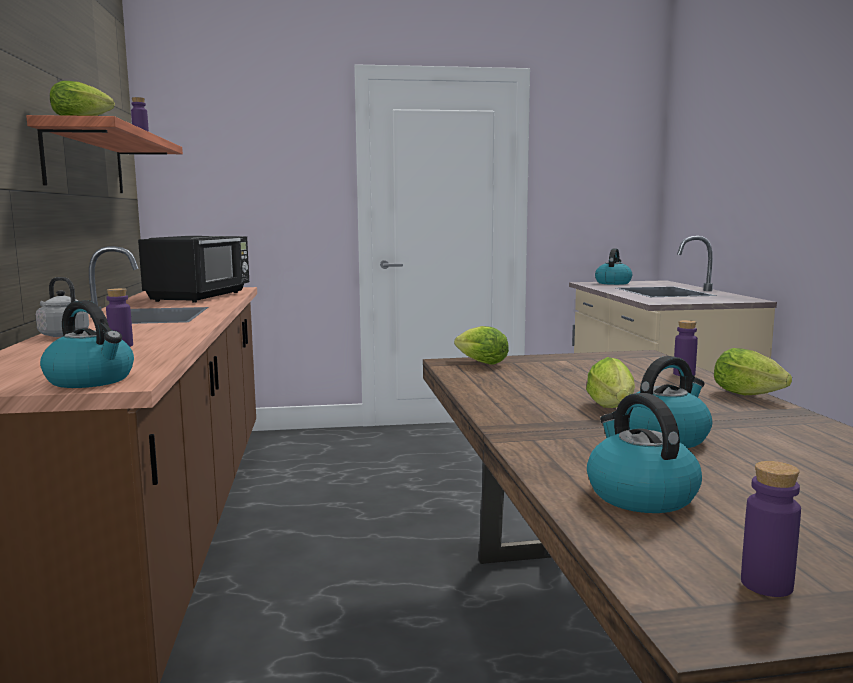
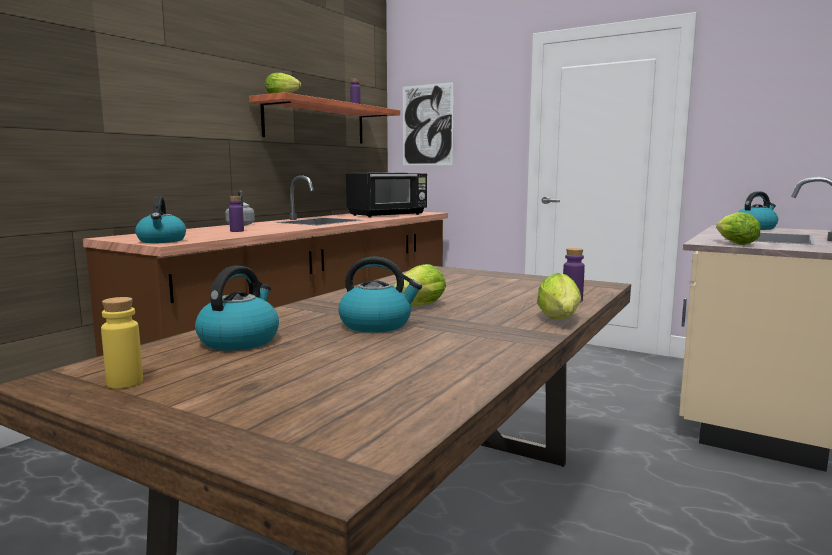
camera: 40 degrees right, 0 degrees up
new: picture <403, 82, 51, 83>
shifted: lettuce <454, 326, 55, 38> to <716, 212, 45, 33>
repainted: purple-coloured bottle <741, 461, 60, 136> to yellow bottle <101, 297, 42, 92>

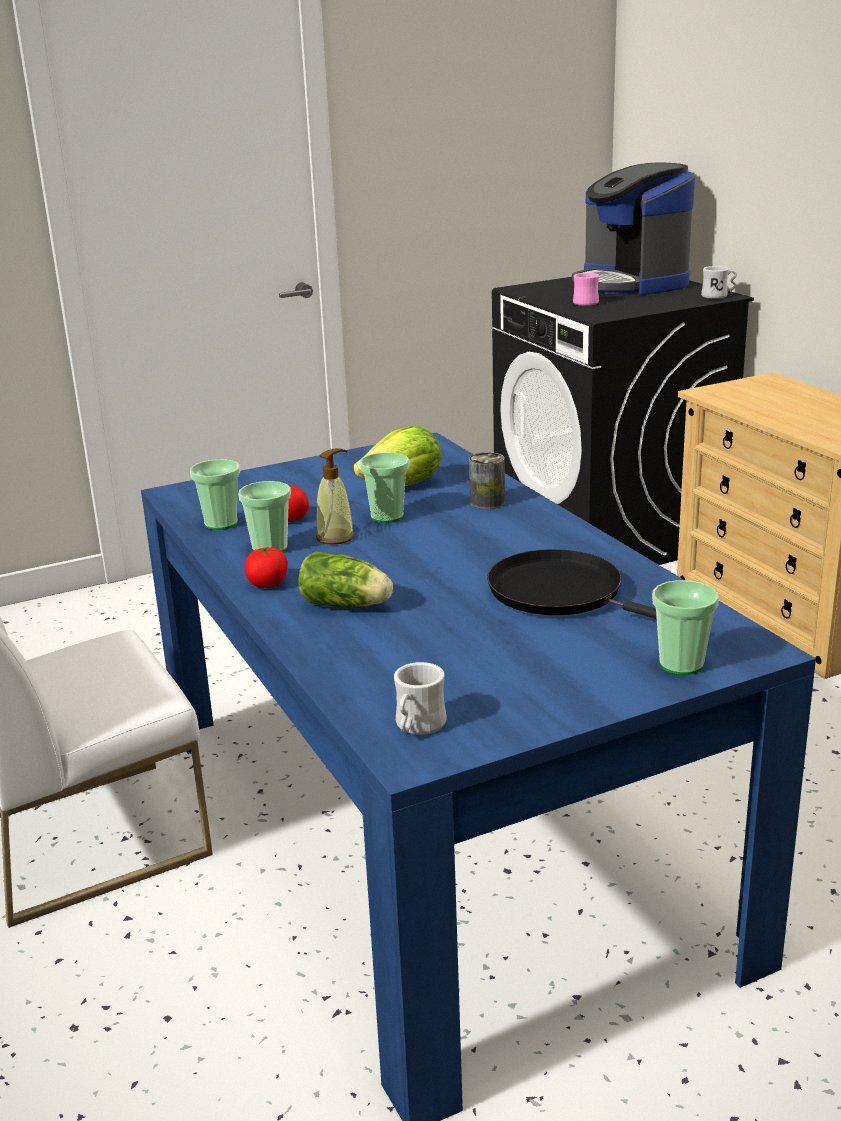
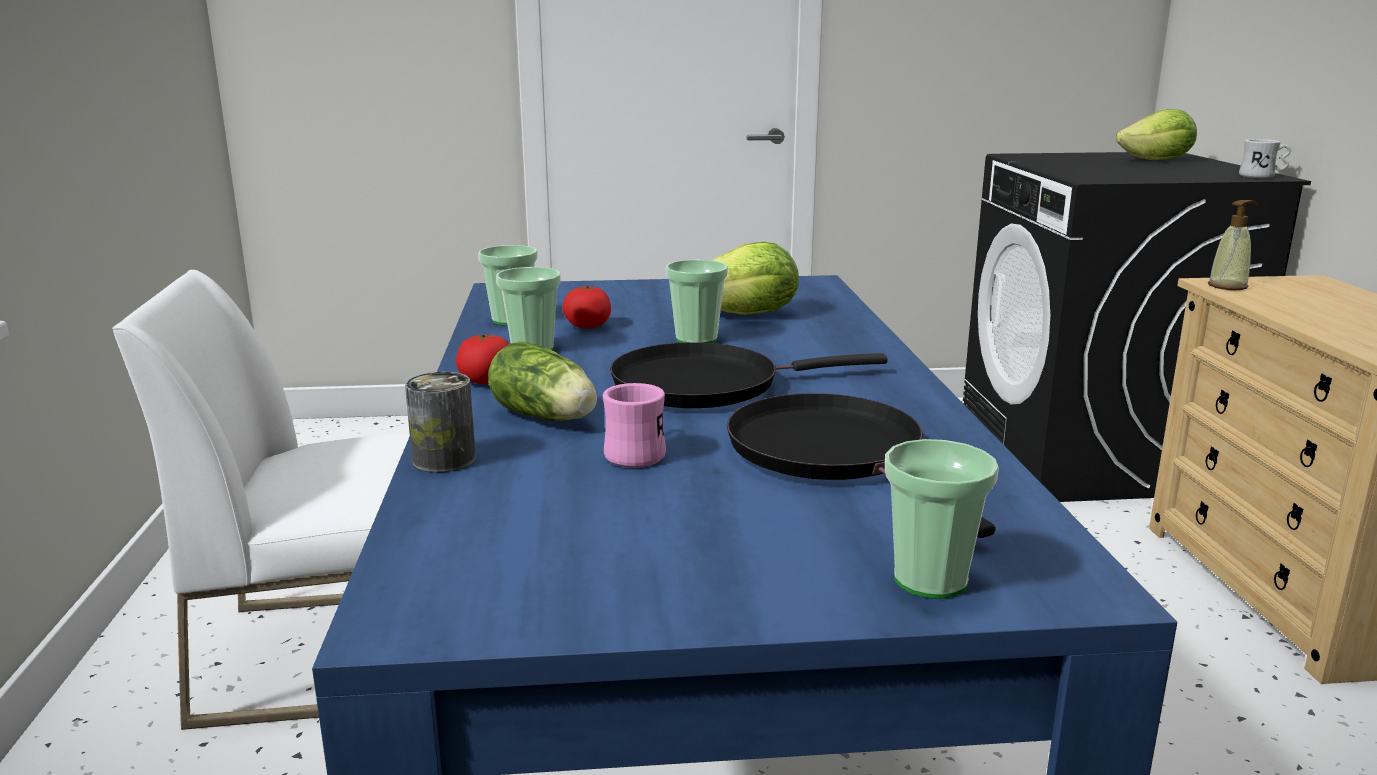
camera: 20 degrees right, 5 degrees down
gone: white mug <394, 662, 53, 73>
new: black-coloured skillet <610, 342, 278, 66>
shifted: pink mug <573, 273, 26, 33> to <603, 383, 63, 84>; soap dispenser <316, 448, 39, 97> to <1208, 200, 51, 90>; sealed can <469, 452, 36, 57> to <405, 372, 71, 100>
swapped: coffee maker <572, 163, 123, 132> to lettuce <1116, 109, 81, 51>

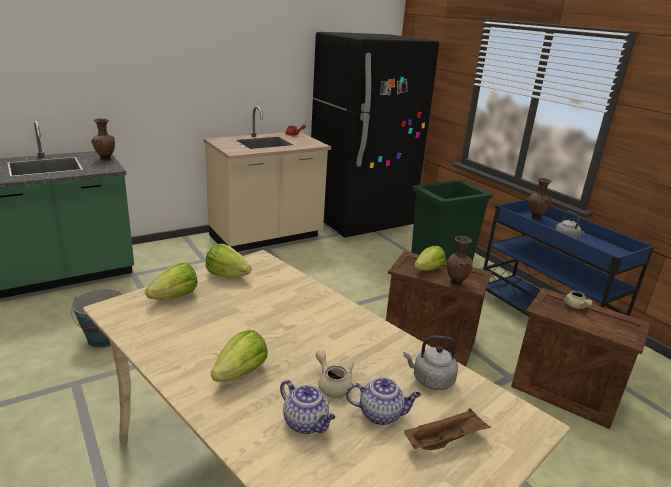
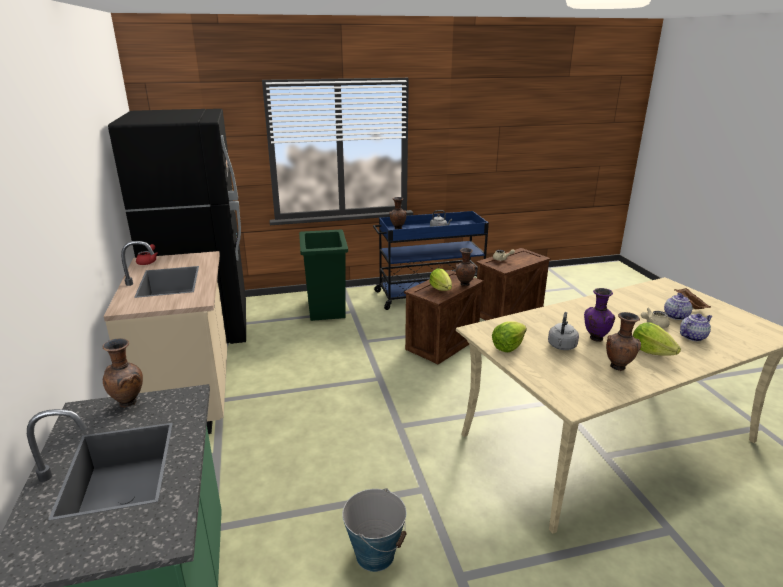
camera: 70 degrees left, 0 degrees up
gone: lettuce <145, 263, 53, 37>
new: purple-coloured vase <584, 288, 31, 54>; brown-coloured vase <606, 312, 35, 59>
shifted: greyish water kettle <403, 336, 55, 54> to <548, 312, 31, 38>

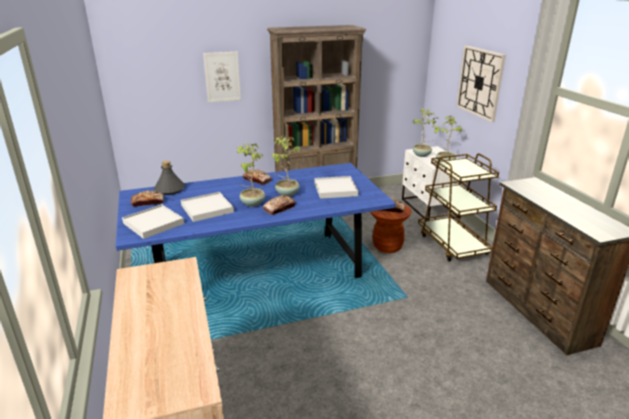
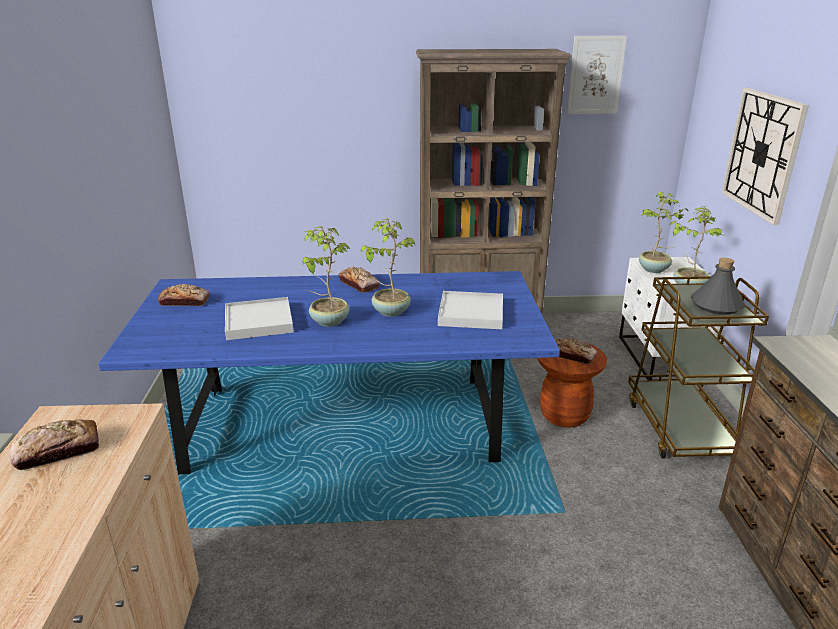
camera: 15 degrees right, 0 degrees up
gone: white serving tray <122, 204, 62, 35>
shifted: picture <203, 52, 38, 51> to <567, 36, 60, 78>; greyish bottle <154, 161, 31, 34> to <691, 258, 54, 57>; bakery bread <263, 195, 33, 20> to <10, 419, 89, 51>

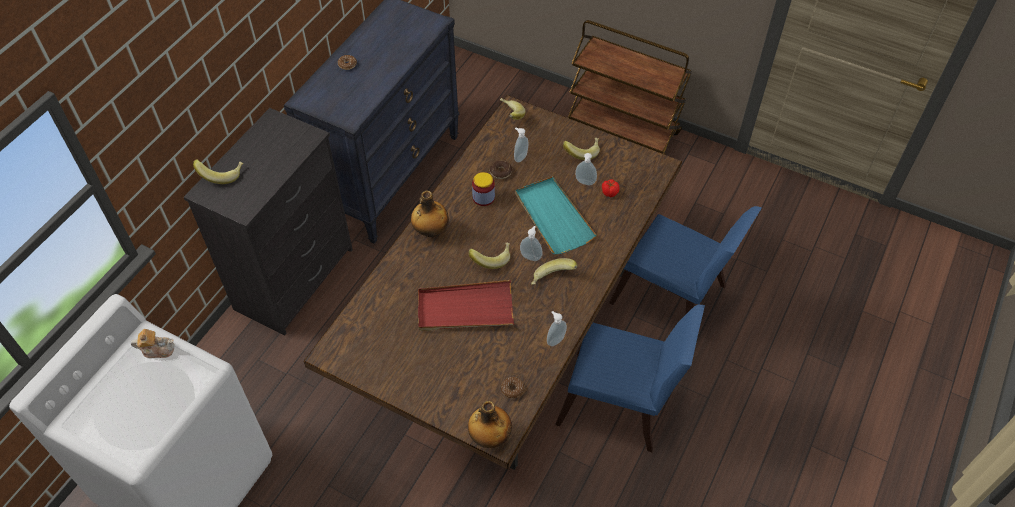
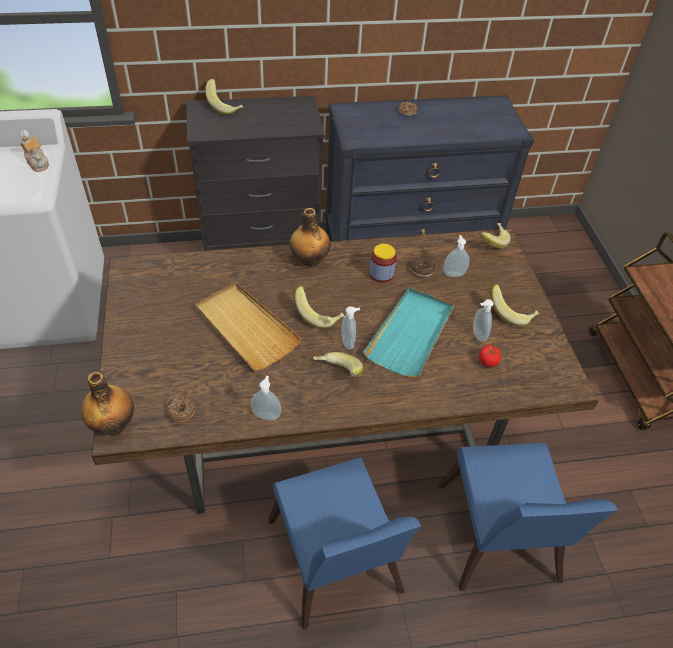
camera: 50 degrees right, 5 degrees down
repainted: red-coloured serving tray <418, 280, 96, 51> to sand-coloured serving tray <195, 282, 107, 88>

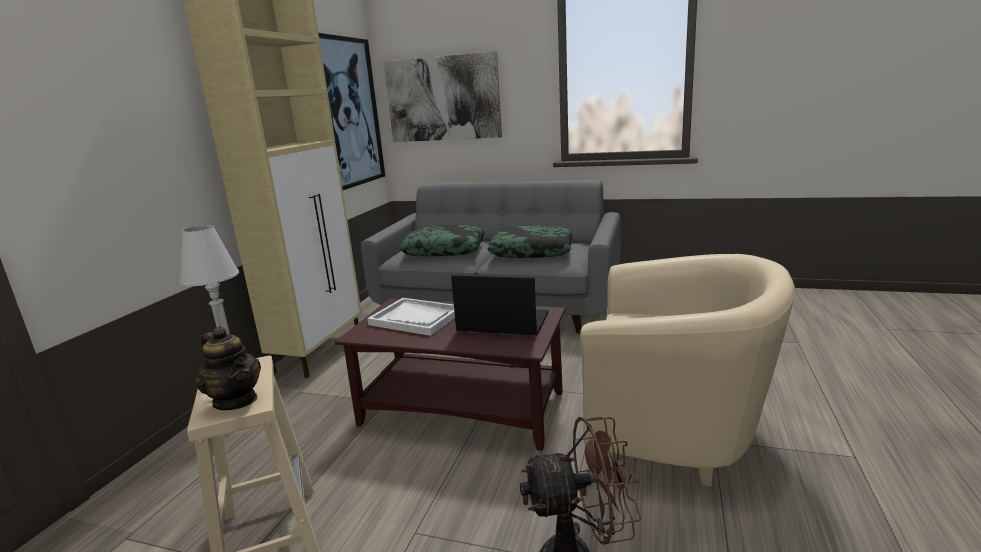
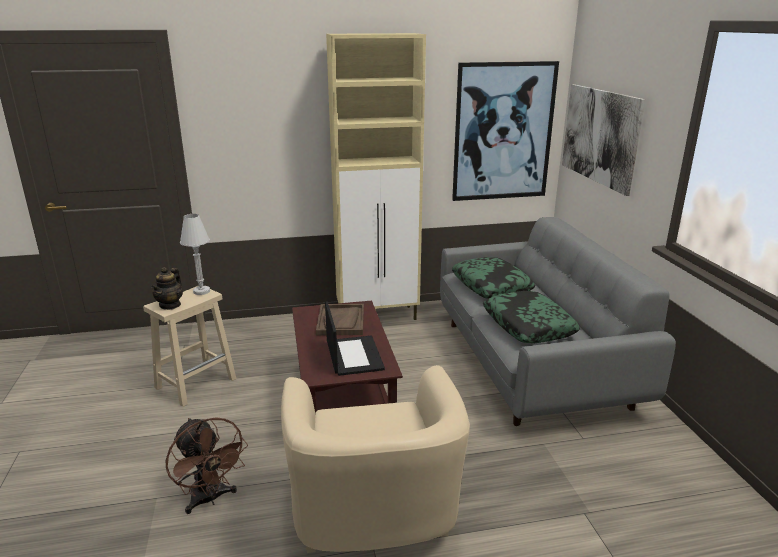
camera: 60 degrees right, 5 degrees up
repainted: white serving tray <367, 298, 88, 38> to brown-coloured serving tray <316, 304, 48, 32>

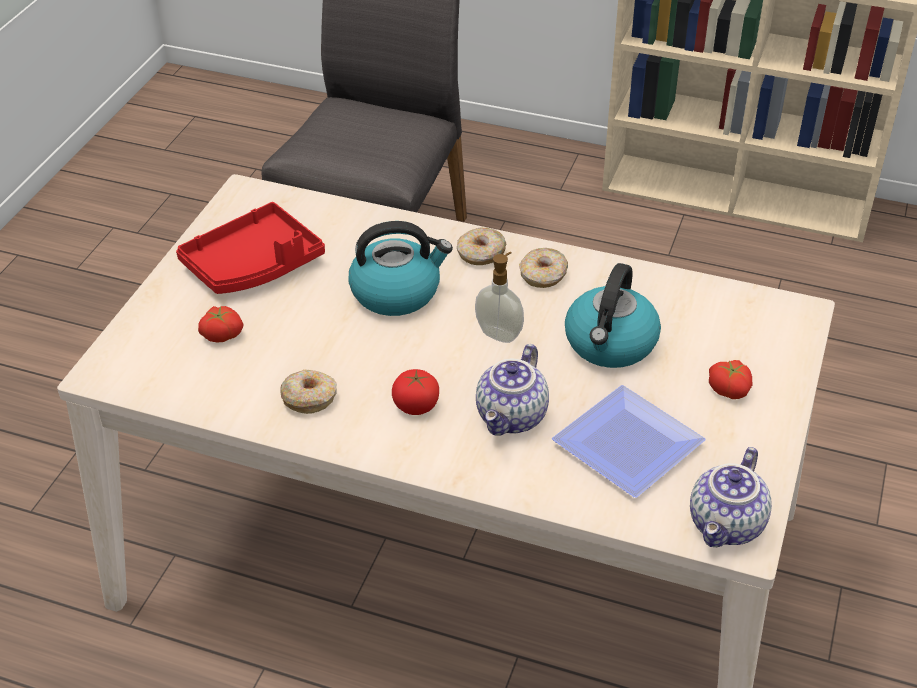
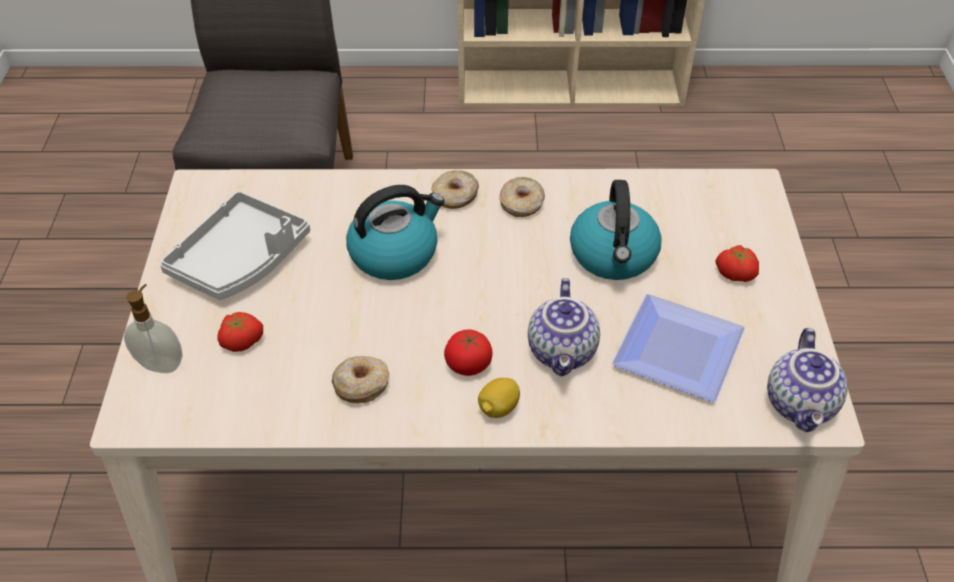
camera: 20 degrees left, 5 degrees up
new: citrus fruit <478, 378, 42, 40>
shifted: soap dispenser <475, 252, 49, 91> to <124, 284, 59, 89>
repainted: red-coloured serving tray <176, 202, 149, 92> to greyish serving tray <160, 191, 150, 109>

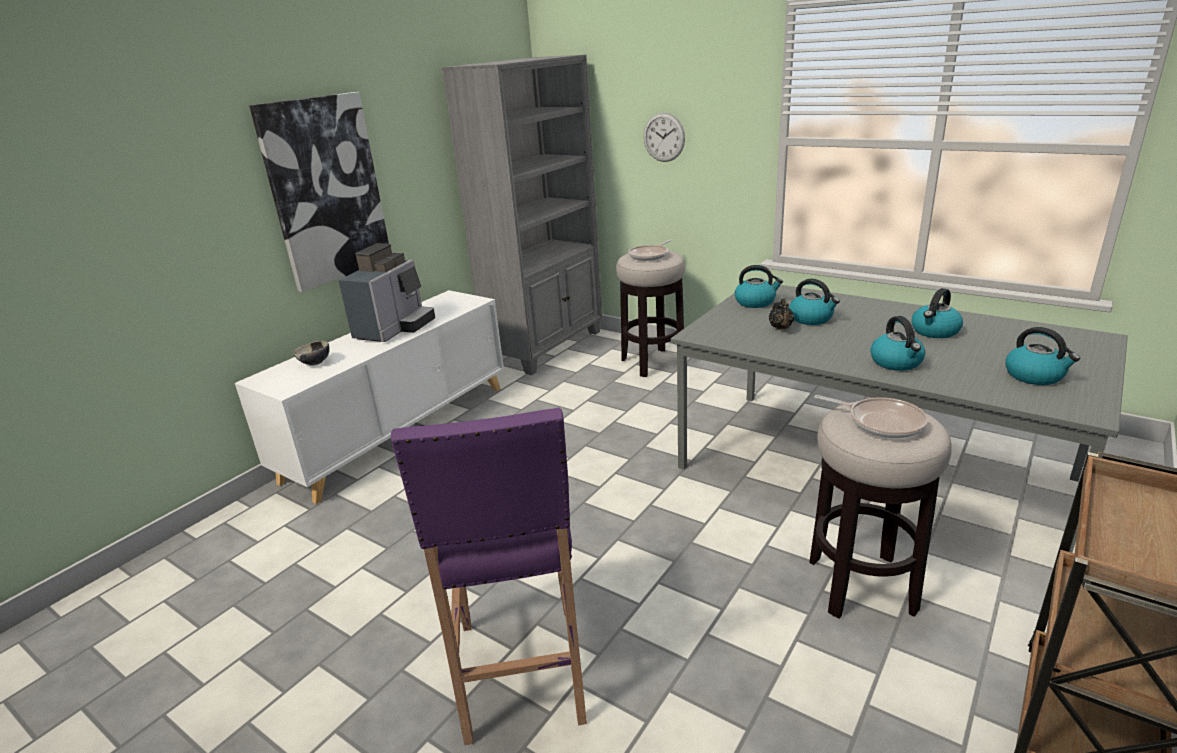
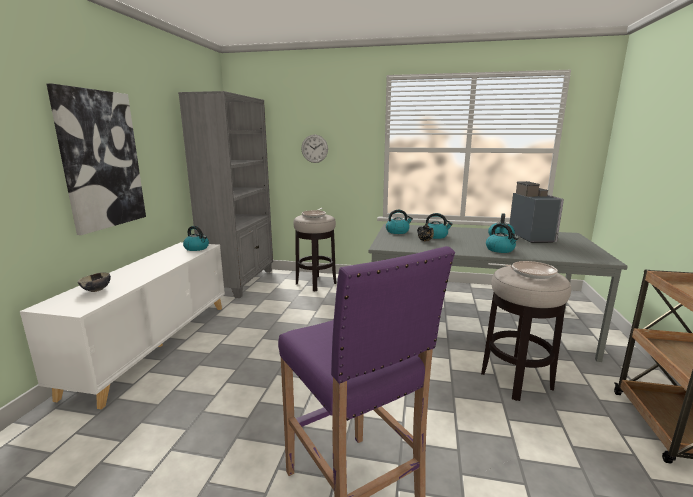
camera: 25 degrees left, 10 degrees down
shifted: coffee maker <338, 243, 97, 99> to <509, 181, 55, 62>; water kettle <1005, 327, 75, 58> to <183, 226, 26, 25>

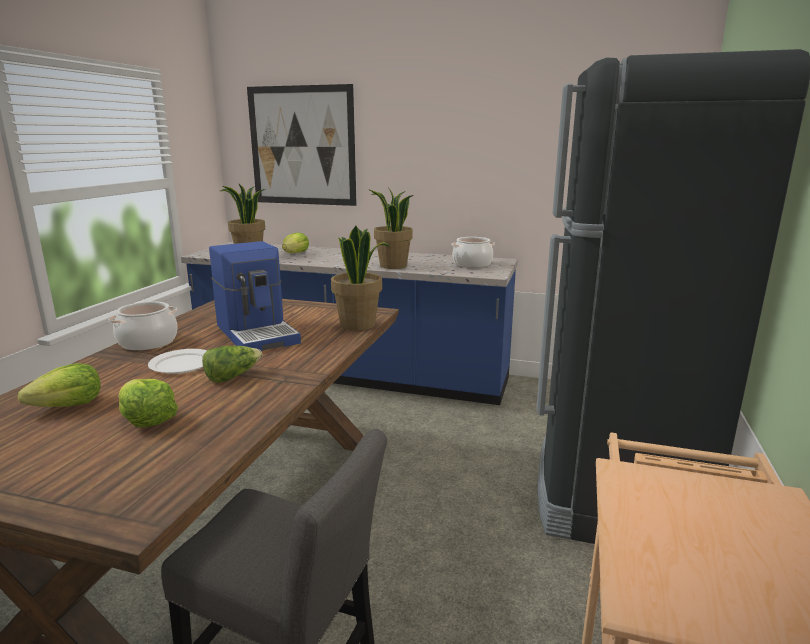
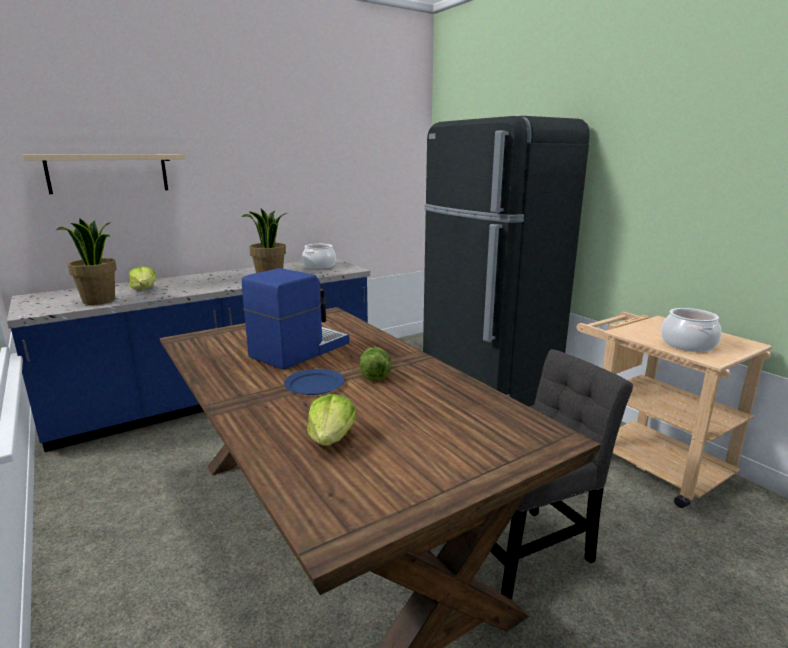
camera: 50 degrees left, 0 degrees up
gone: plant in a pot <331, 226, 59, 105>; lettuce <118, 379, 60, 48>
shifted: cooking pot <108, 301, 69, 49> to <661, 308, 60, 44>
swapped: picture <247, 84, 110, 122> to sand-coloured bracket shelf <22, 154, 163, 40>
repainted: white dinner plate <148, 349, 59, 25> to bluish dinner plate <284, 369, 61, 26>
rotated: coffee maker <209, 241, 92, 110> = <242, 268, 107, 102> 60 degrees counterclockwise

